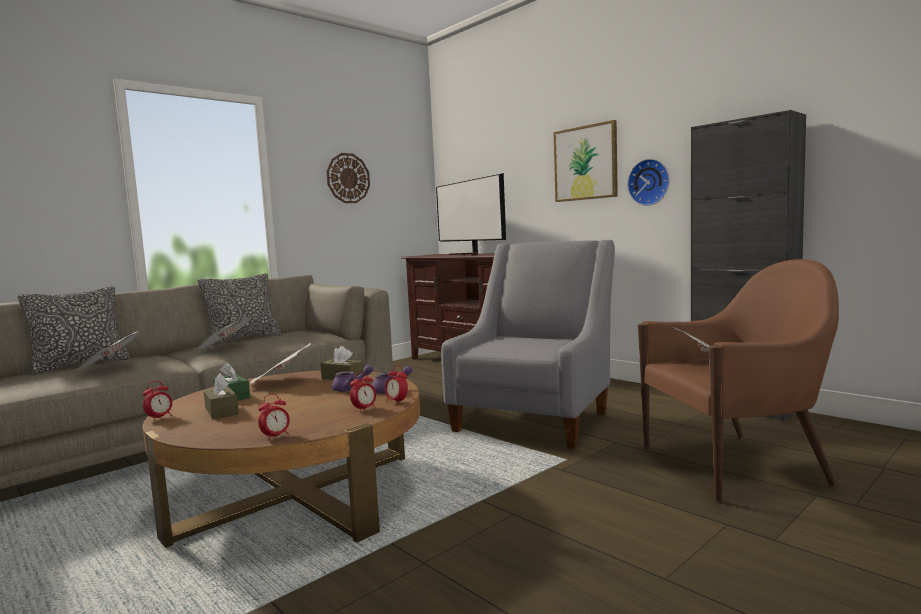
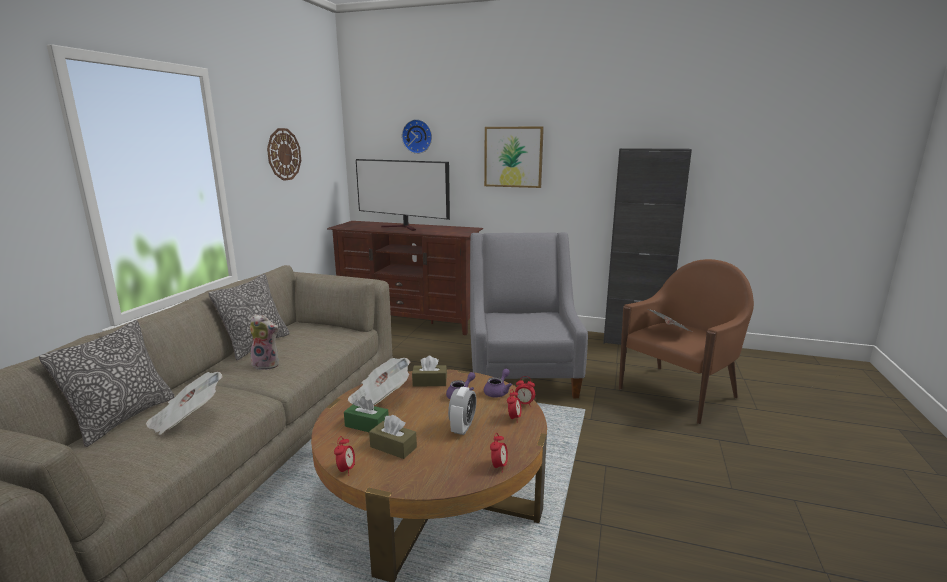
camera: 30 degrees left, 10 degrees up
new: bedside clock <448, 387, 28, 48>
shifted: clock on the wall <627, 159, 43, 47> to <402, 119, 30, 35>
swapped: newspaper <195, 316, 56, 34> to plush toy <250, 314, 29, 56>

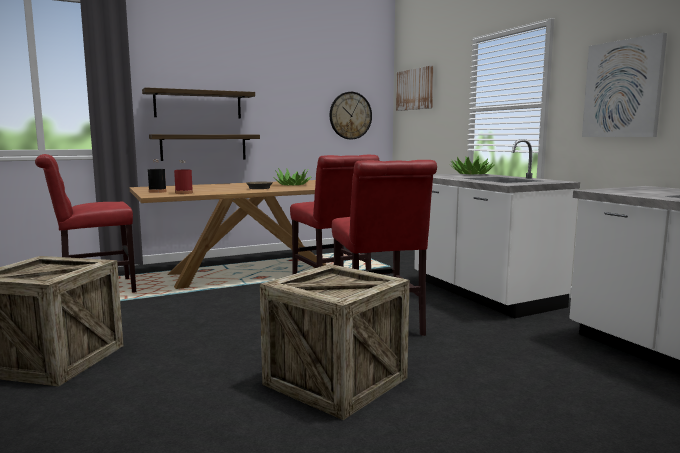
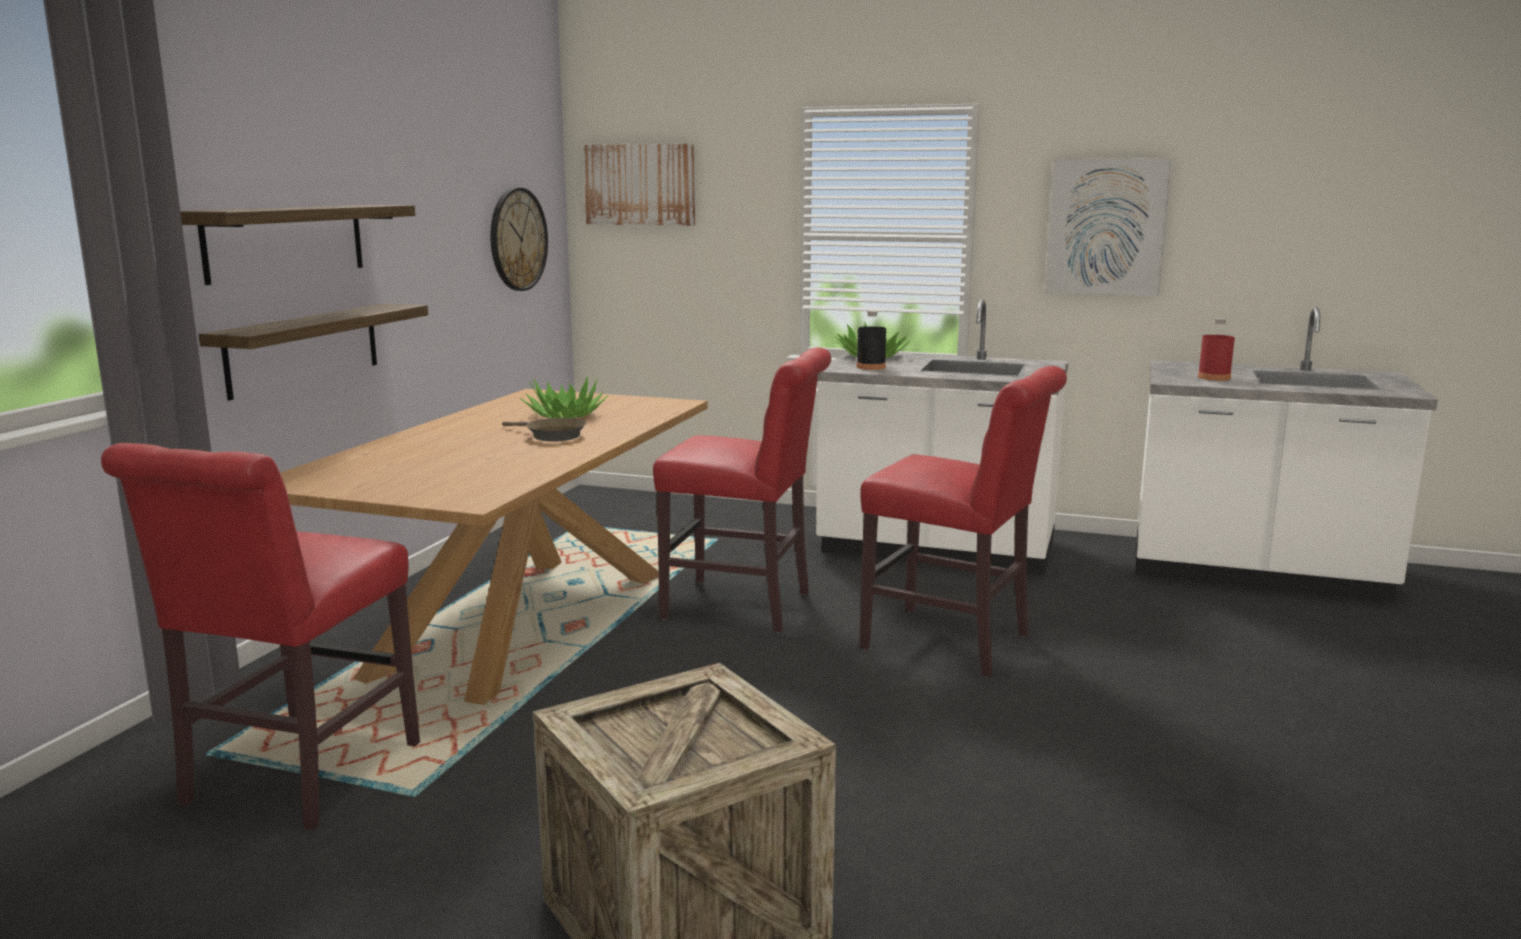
camera: 45 degrees left, 5 degrees up
gone: packing crate <260, 264, 150, 156>
shifted: black-coloured bottle <148, 159, 19, 34> to <856, 311, 30, 59>; red-coloured bottle <174, 160, 19, 34> to <1198, 318, 37, 63>

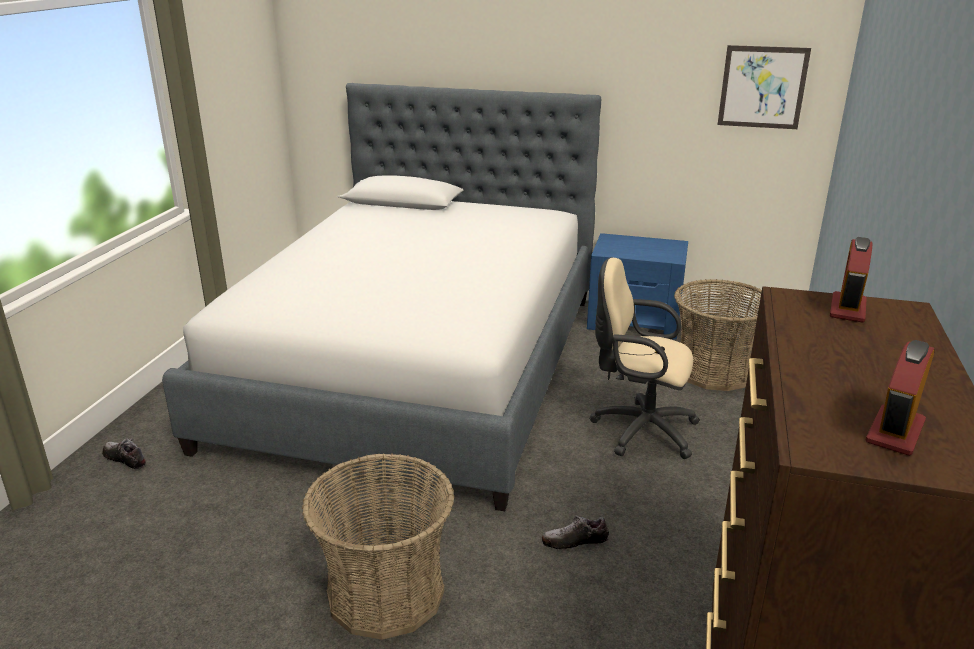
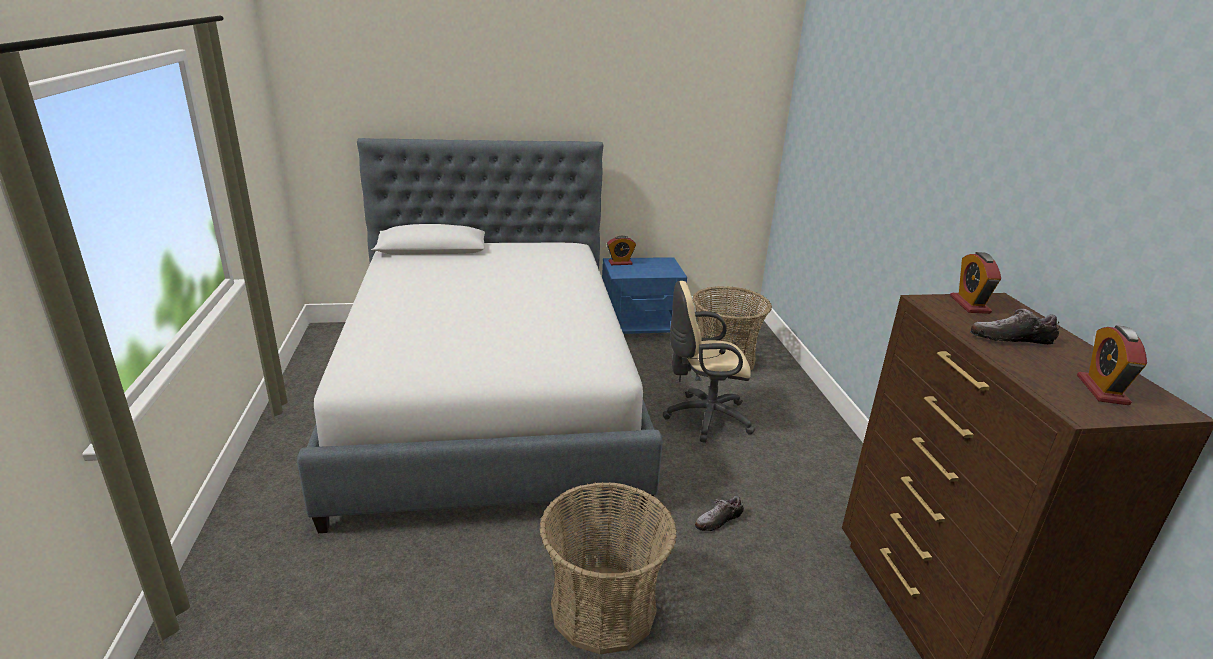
camera: 25 degrees left, 0 degrees up
gone: picture <718, 45, 93, 84>
new: bedside clock <607, 236, 29, 29>
shifted: item of footwear <102, 438, 44, 31> to <970, 309, 90, 35>

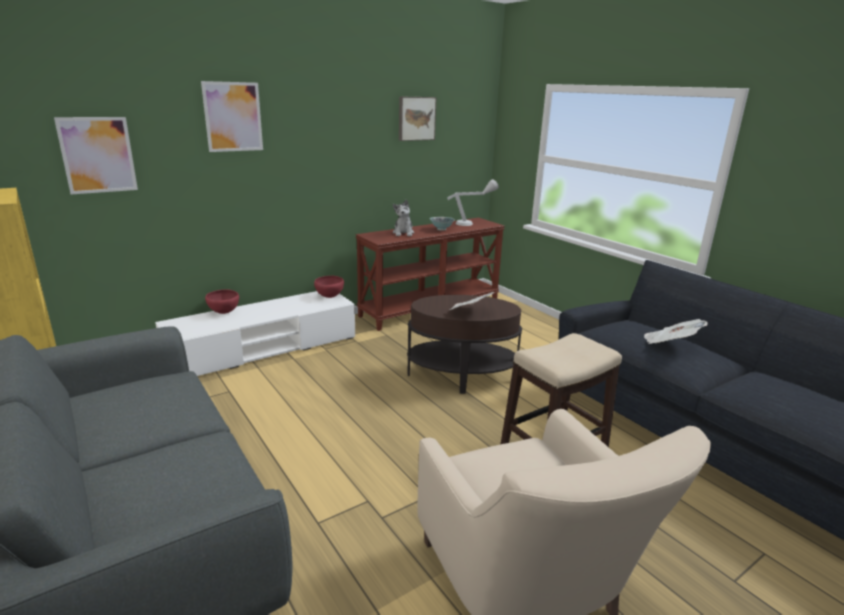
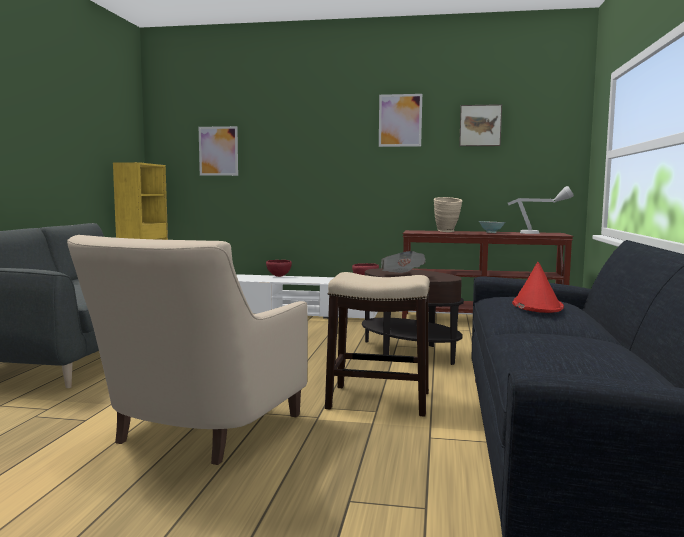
camera: 45 degrees right, 15 degrees down
shifted: picture <201, 81, 62, 71> to <379, 94, 43, 53>
swapped: plush toy <393, 199, 21, 37> to sand-coloured vase <434, 197, 28, 35>; newspaper <644, 319, 64, 25> to red-coloured wearable hat <512, 262, 52, 51>

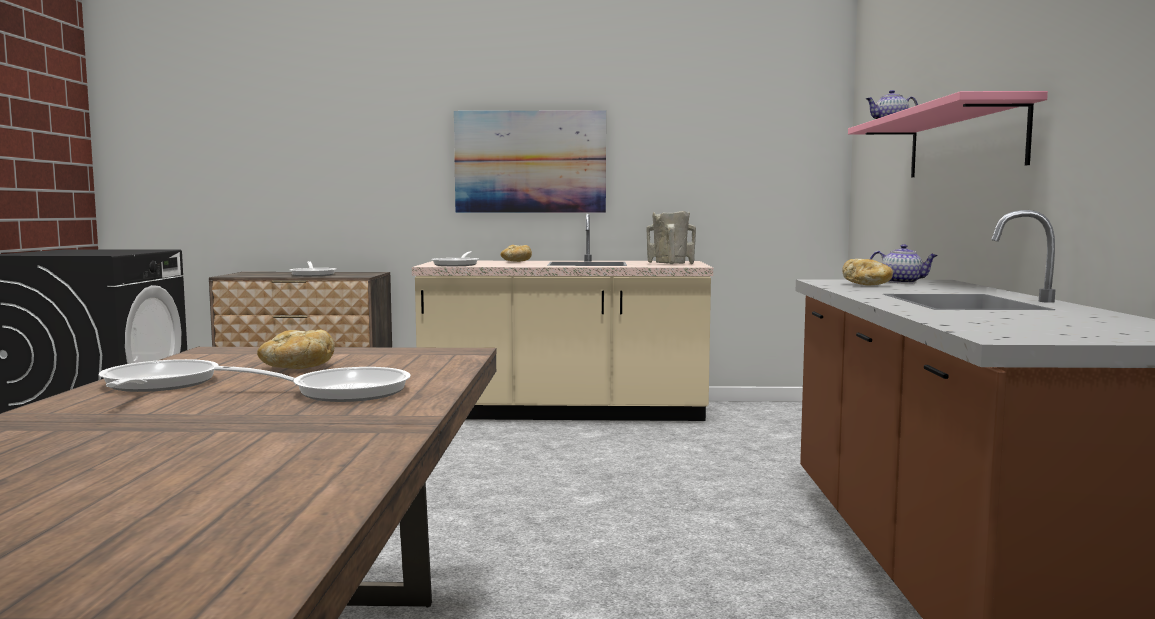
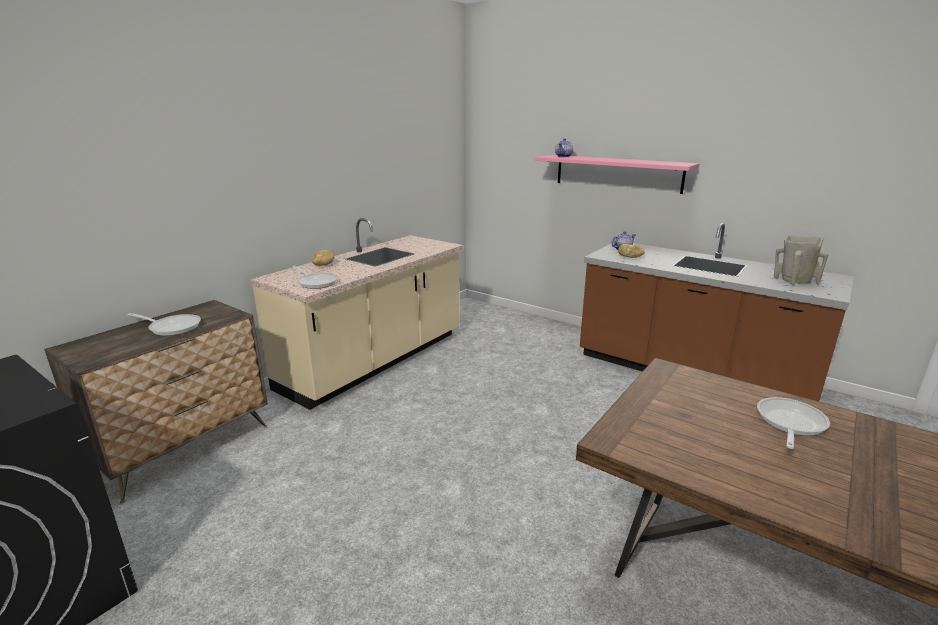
camera: 55 degrees left, 15 degrees up
gone: picture <454, 110, 152, 103>; bakery bread <257, 330, 78, 39>; skillet <99, 359, 120, 33>
shifted: sand-coloured vase <647, 211, 49, 53> to <774, 235, 54, 50>

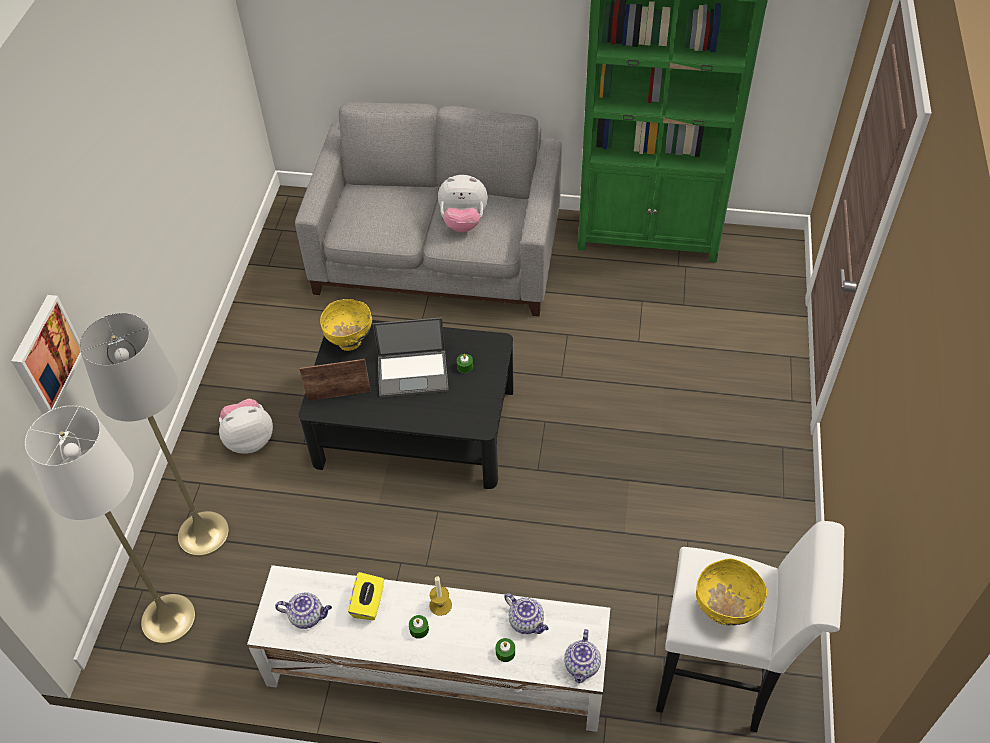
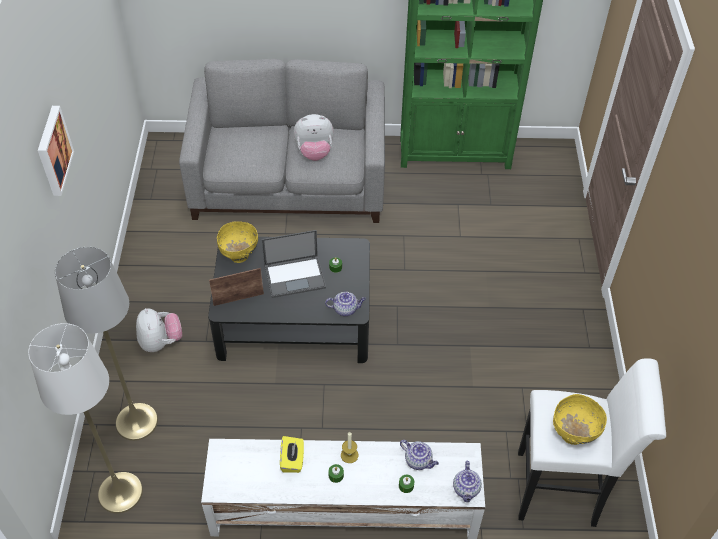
camera: 10 degrees left, 0 degrees up
shifted: picture <11, 295, 71, 119> to <38, 106, 36, 90>; pot for tea <275, 592, 57, 37> to <325, 292, 41, 24>
rotated: plush toy <219, 399, 54, 55> = <136, 308, 46, 44> 105 degrees clockwise

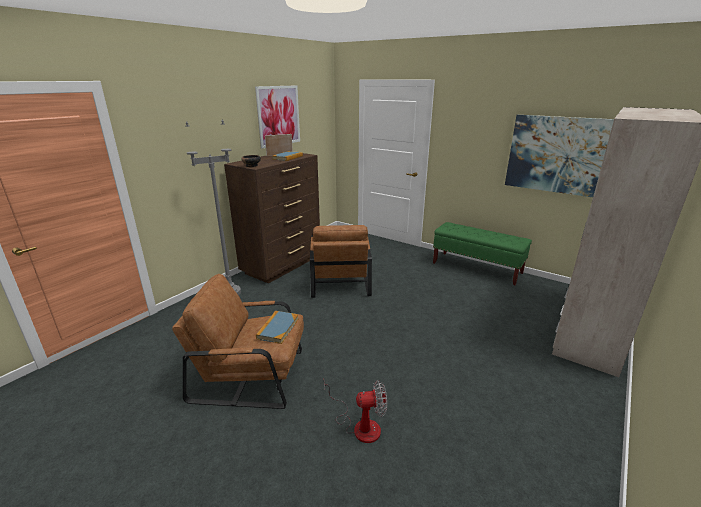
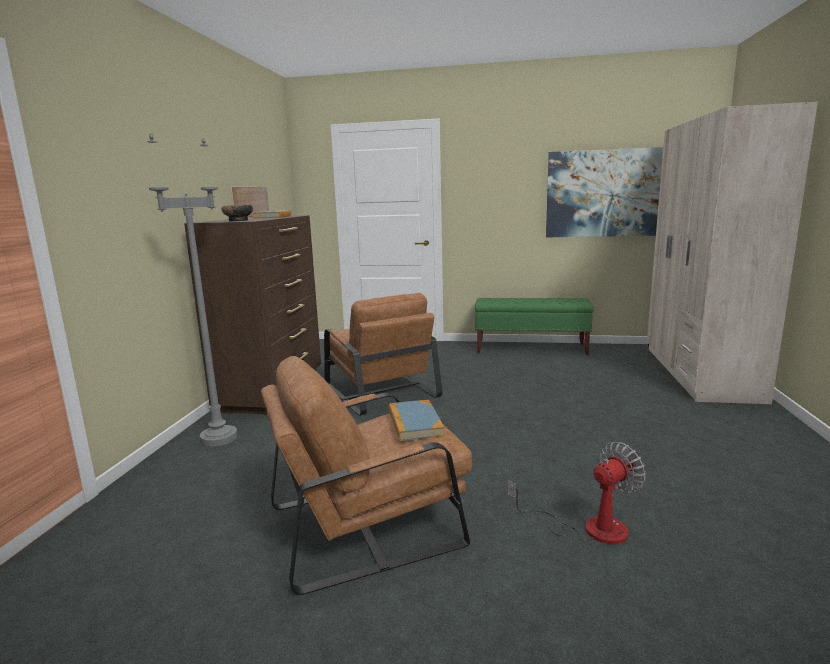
camera: 25 degrees left, 10 degrees down
gone: picture <255, 86, 45, 62>

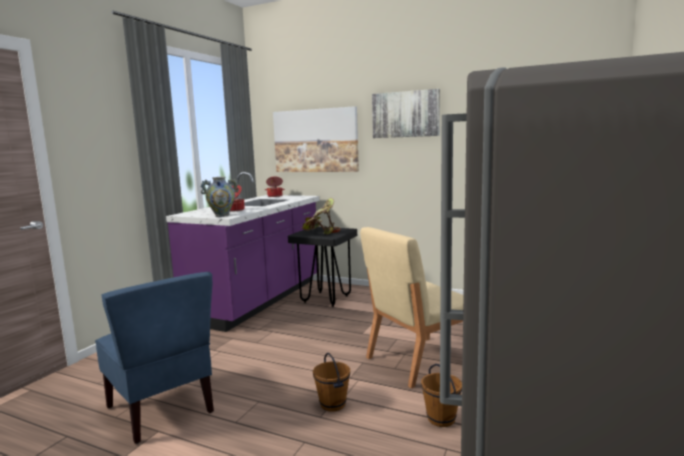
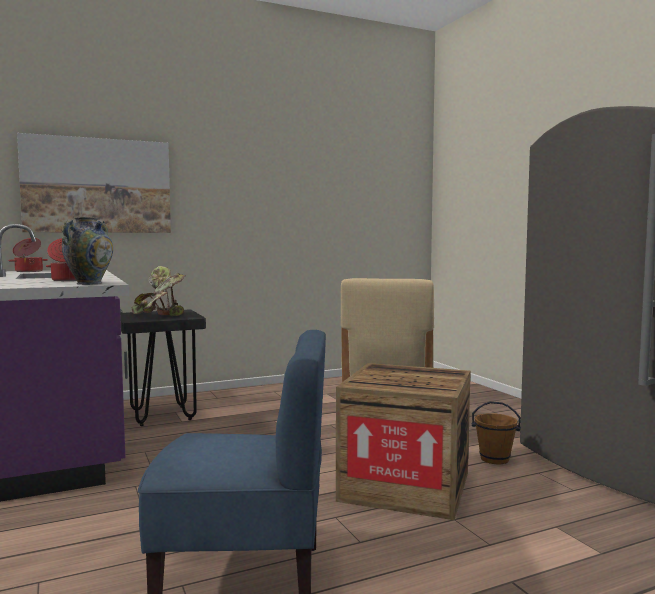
camera: 50 degrees left, 5 degrees down
gone: picture <372, 89, 68, 49>
swapped: brown-coloured pail <313, 353, 37, 59> to packing crate <336, 363, 135, 157>

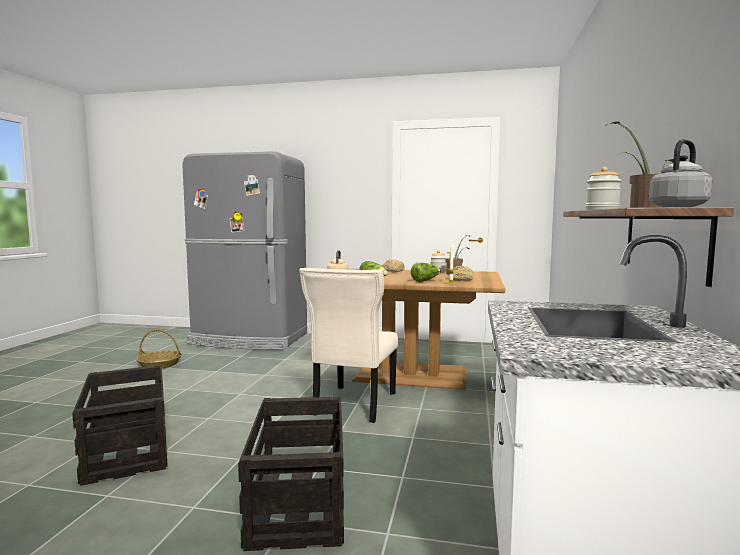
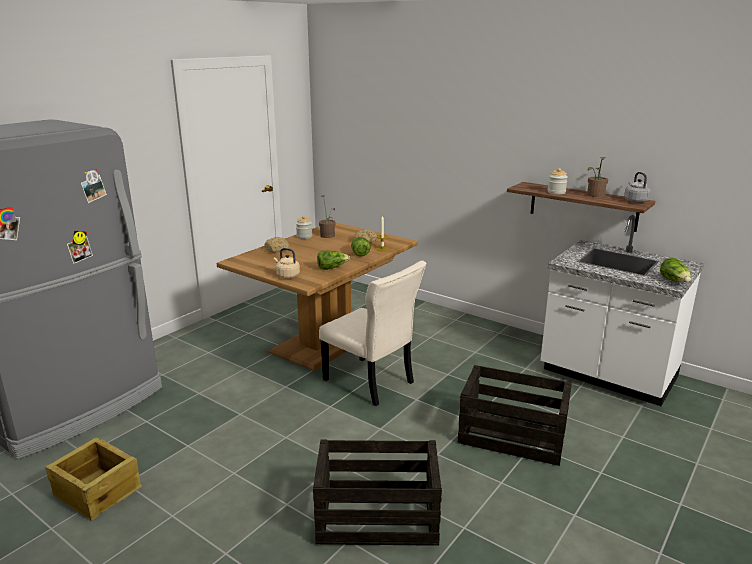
camera: 65 degrees left, 15 degrees up
new: lettuce <660, 258, 31, 24>
swapped: storage basket <136, 329, 46, 39> to packing crate <45, 437, 97, 84>

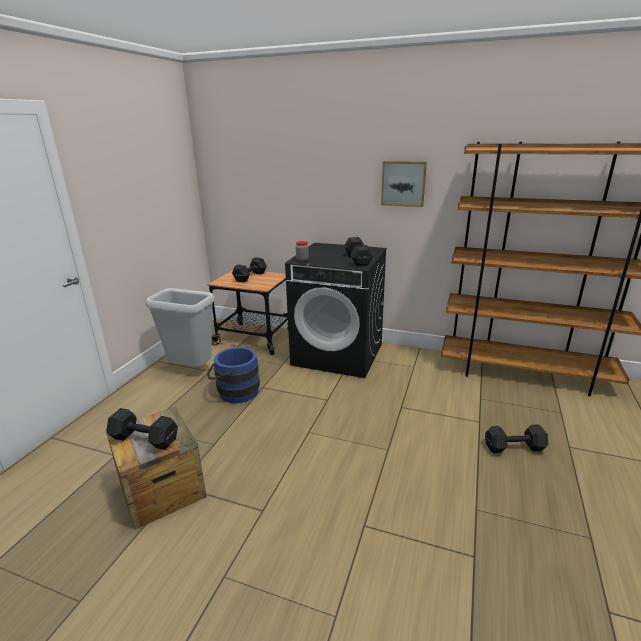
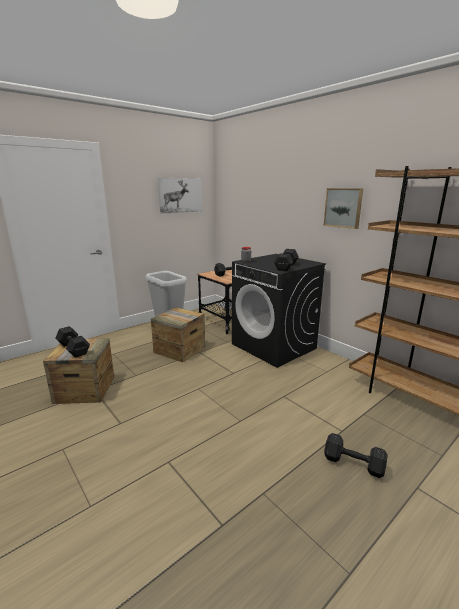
camera: 30 degrees right, 5 degrees down
new: picture <158, 178, 44, 36>
swapped: bluish pail <207, 347, 53, 56> to packing crate <151, 307, 54, 55>

